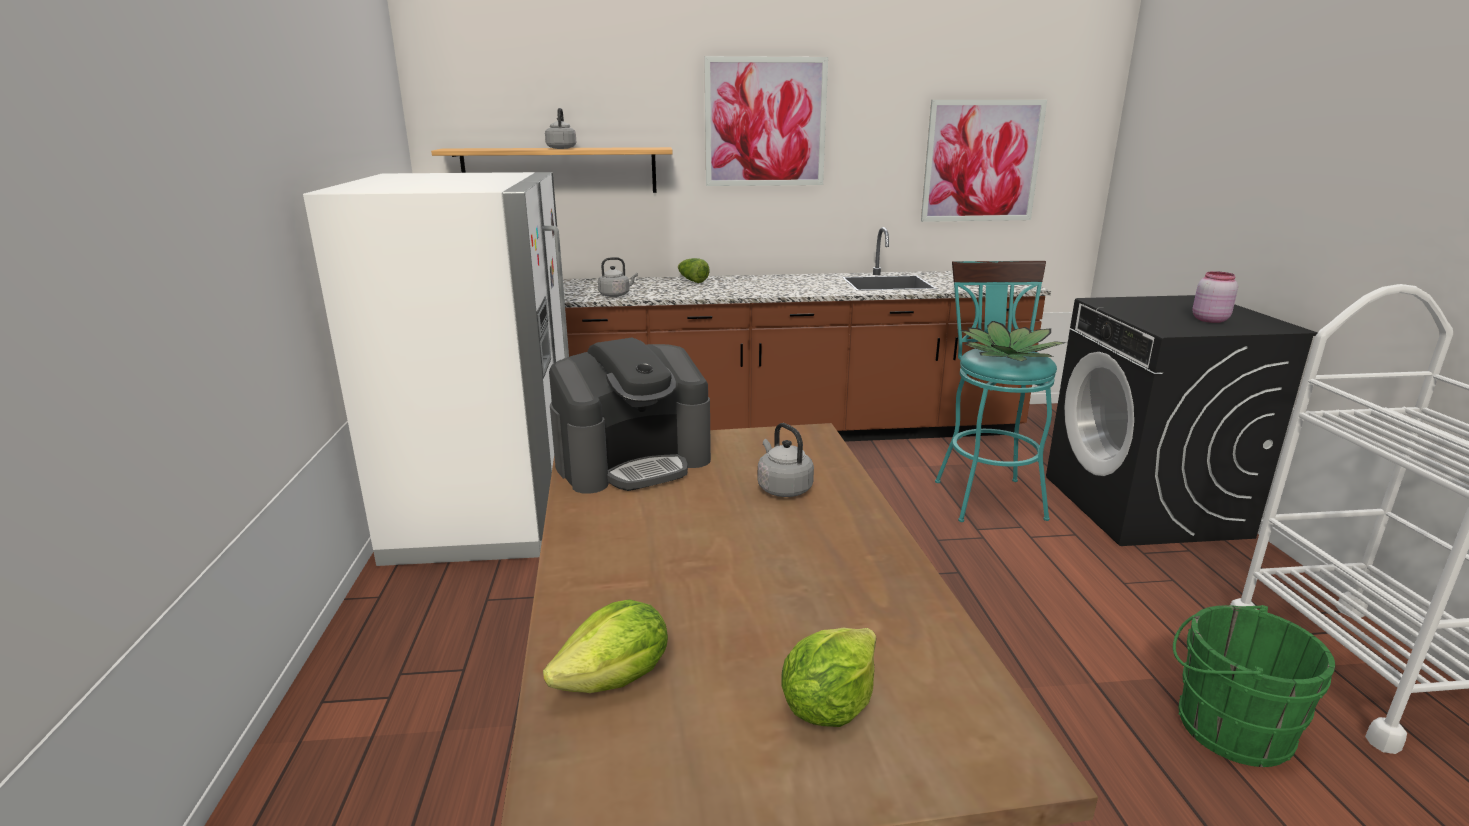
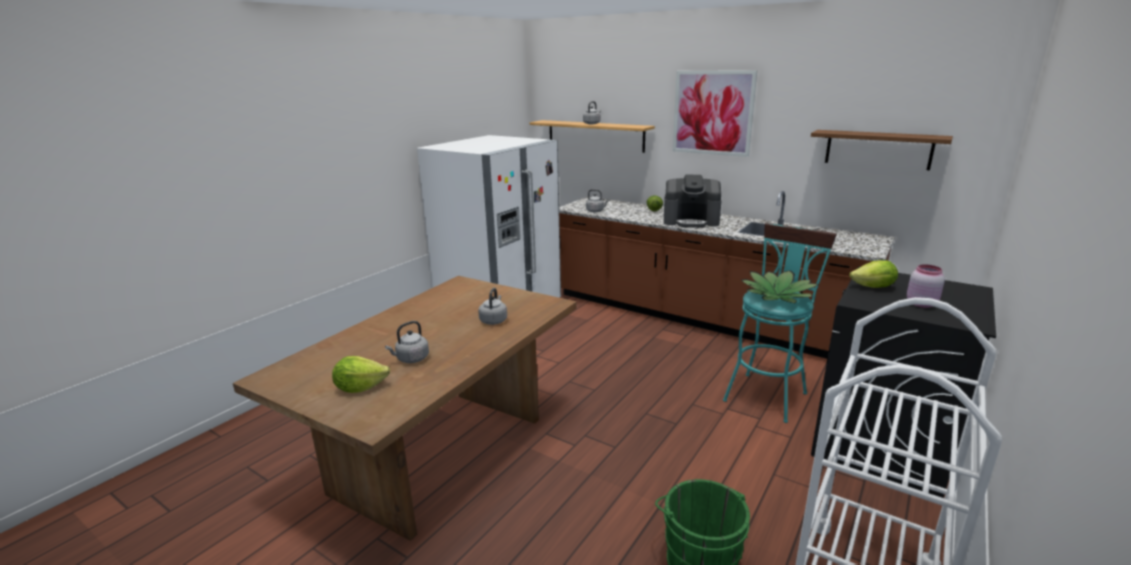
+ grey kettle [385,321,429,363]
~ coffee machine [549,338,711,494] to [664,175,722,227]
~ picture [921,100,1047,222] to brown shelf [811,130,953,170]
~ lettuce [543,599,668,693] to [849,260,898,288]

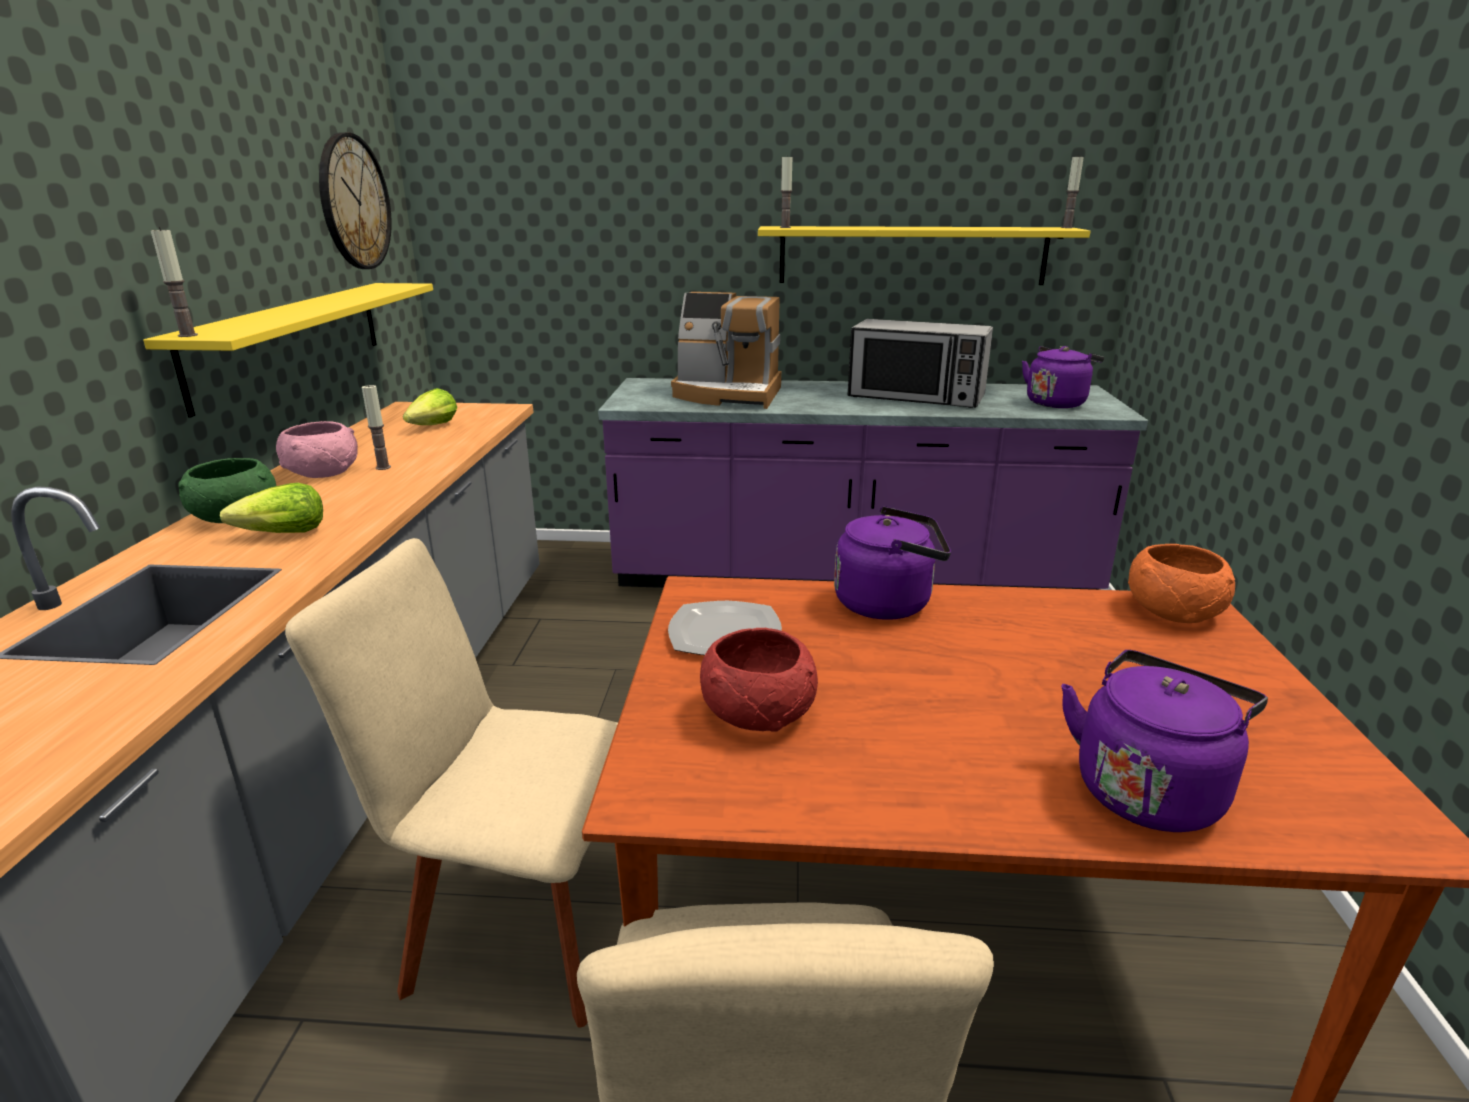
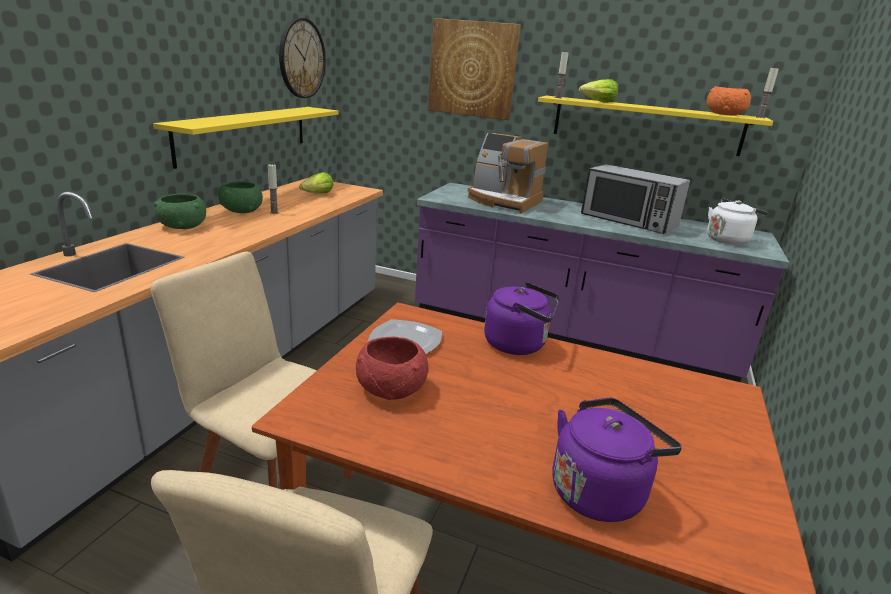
~ pink bowl [276,421,358,478] to green bowl [218,181,263,213]
+ picture [428,18,521,120]
~ lettuce [220,483,323,533] to [579,79,618,103]
~ orange bowl [1128,544,1235,623] to [706,86,751,116]
~ purple kettle [1022,346,1104,408] to white kettle [707,199,768,245]
- candle [151,227,198,337]

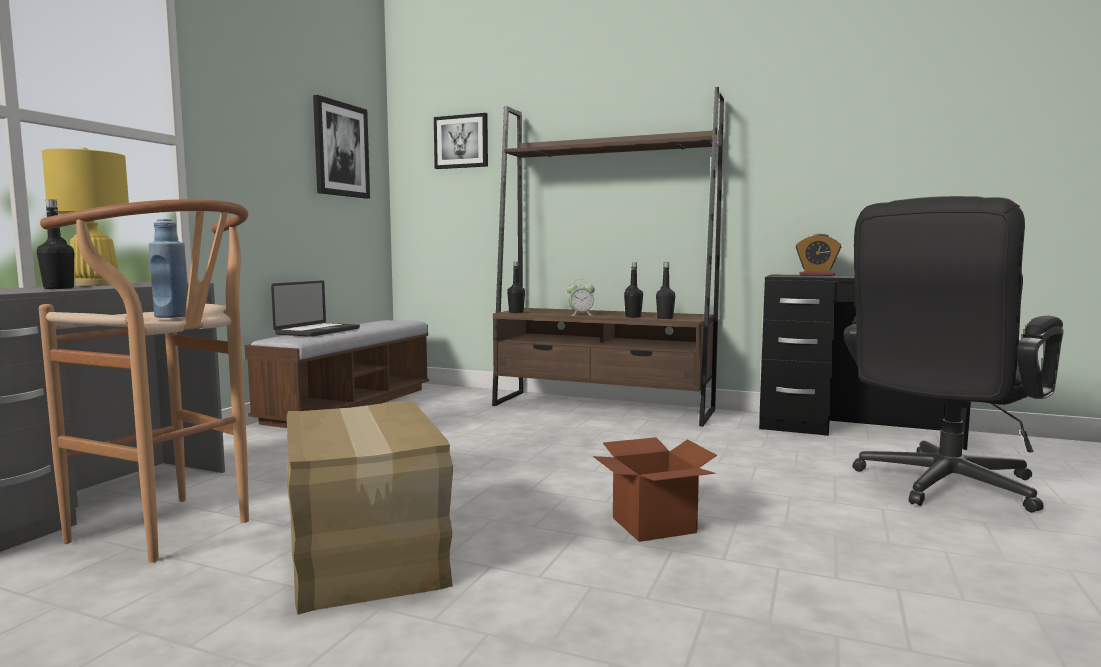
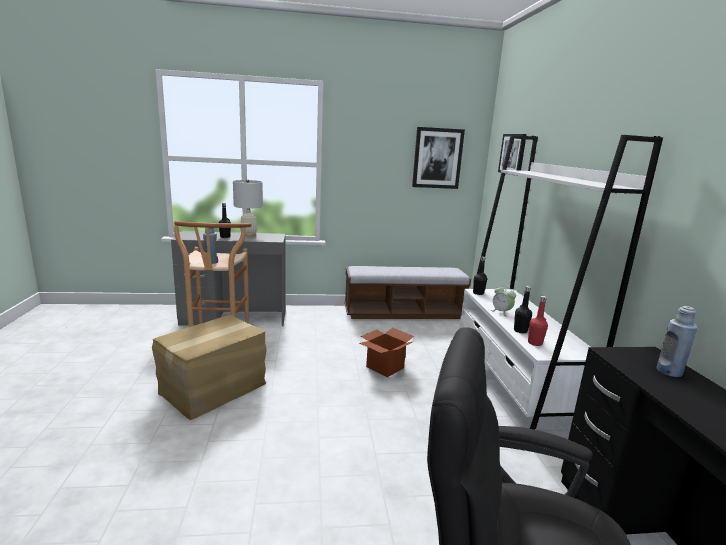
~ yellow table lamp [42,147,129,286] to white table lamp [233,179,263,237]
~ cardboard box [593,437,717,542] to [360,328,414,377]
~ brown bookcase [492,87,725,426] to white bookcase [460,135,663,430]
~ black bottle [656,262,675,319] to red bottle [528,296,548,346]
~ alarm clock [796,234,841,276] to blue bottle [657,306,697,377]
- laptop [271,280,360,337]

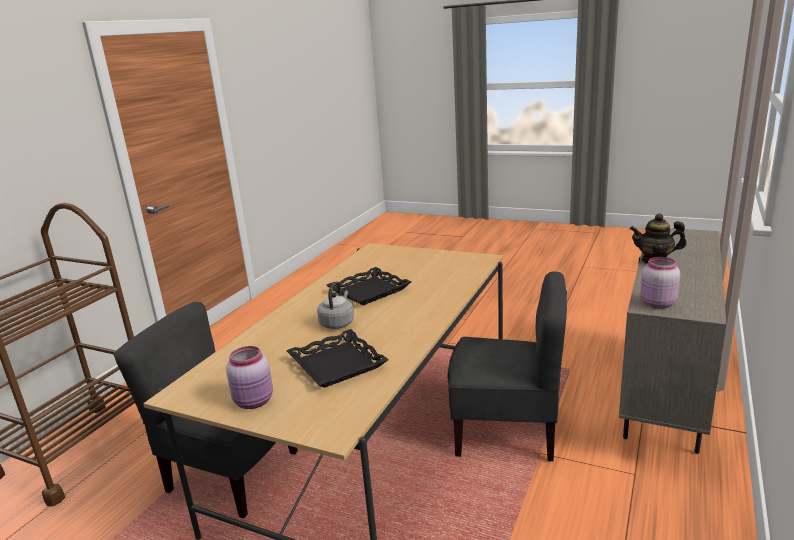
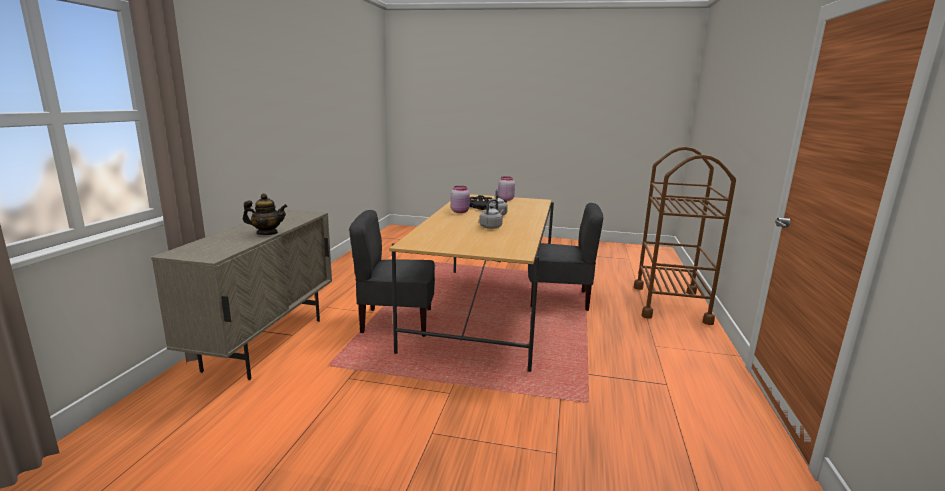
~ pink jar [640,257,680,309] to [451,186,470,213]
~ black tray [326,267,411,305] to grey kettle [479,199,504,229]

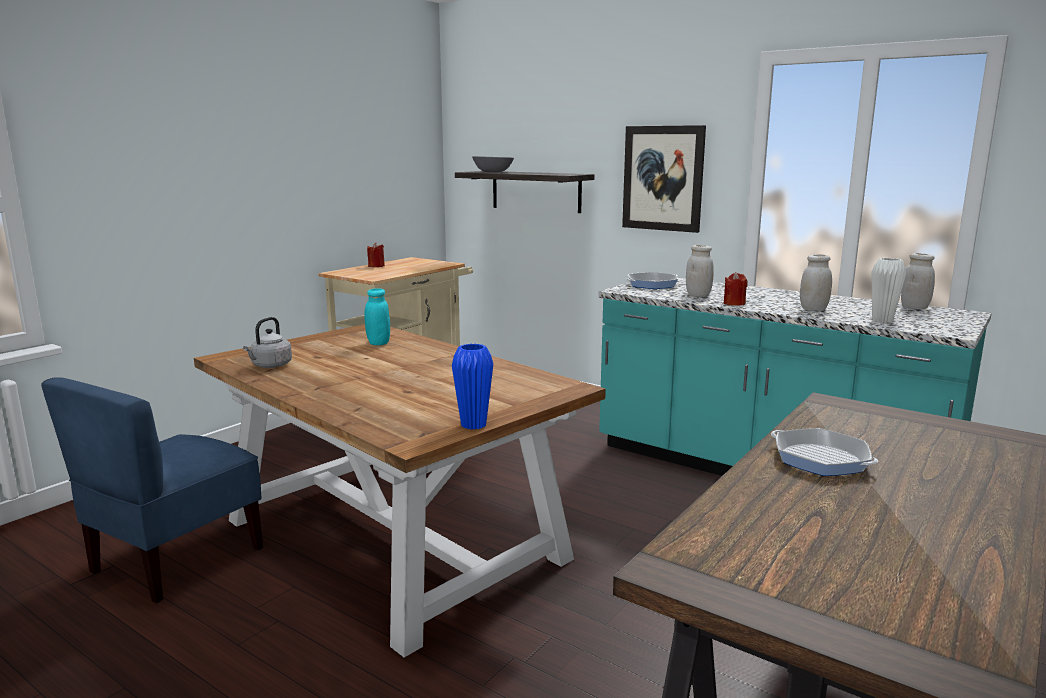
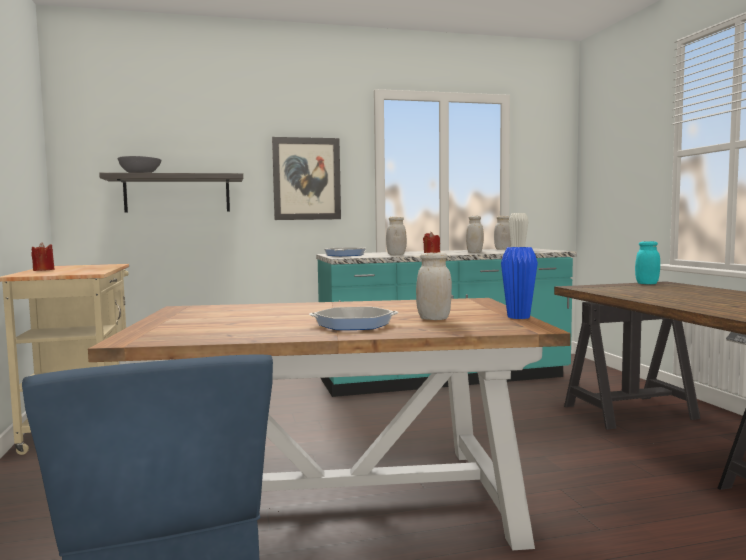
~ frying pan [771,428,879,476] to [309,307,398,330]
+ white jar [416,252,452,320]
~ turquoise jar [365,288,390,345] to [635,241,660,284]
- grey kettle [243,317,292,368]

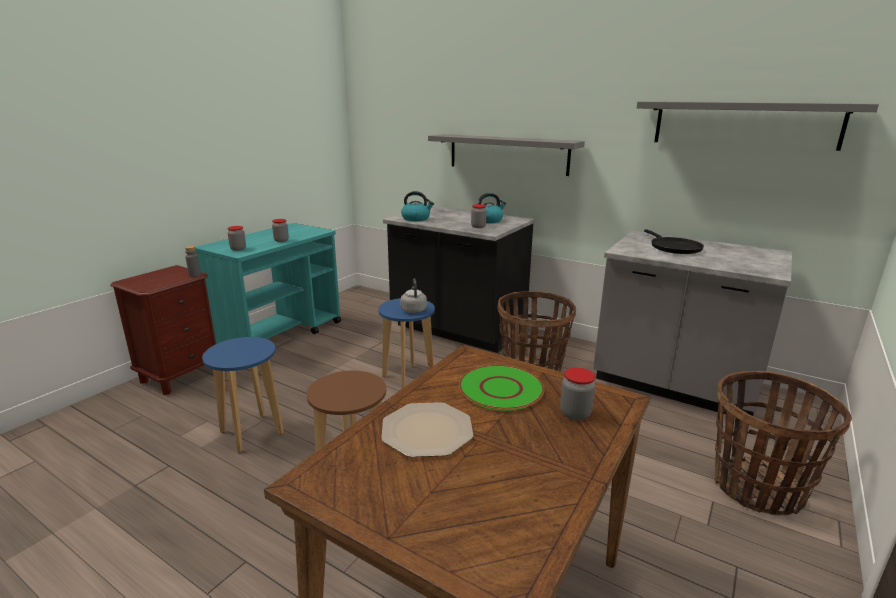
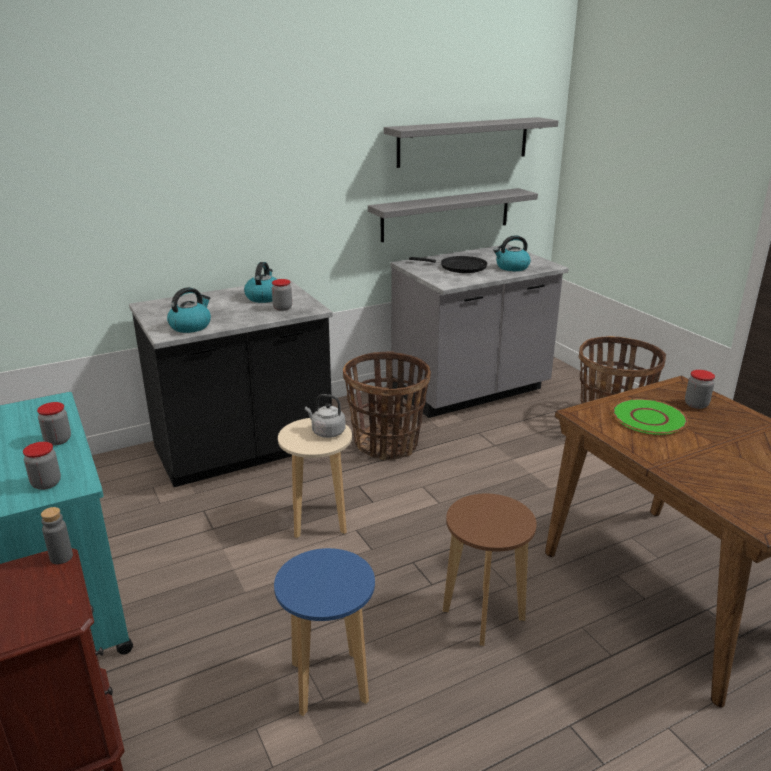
~ blue stool [378,298,435,389] to beige stool [278,418,352,538]
~ grey shelf [428,134,585,176] to [368,188,538,242]
+ kettle [493,235,531,271]
- plate [381,402,474,457]

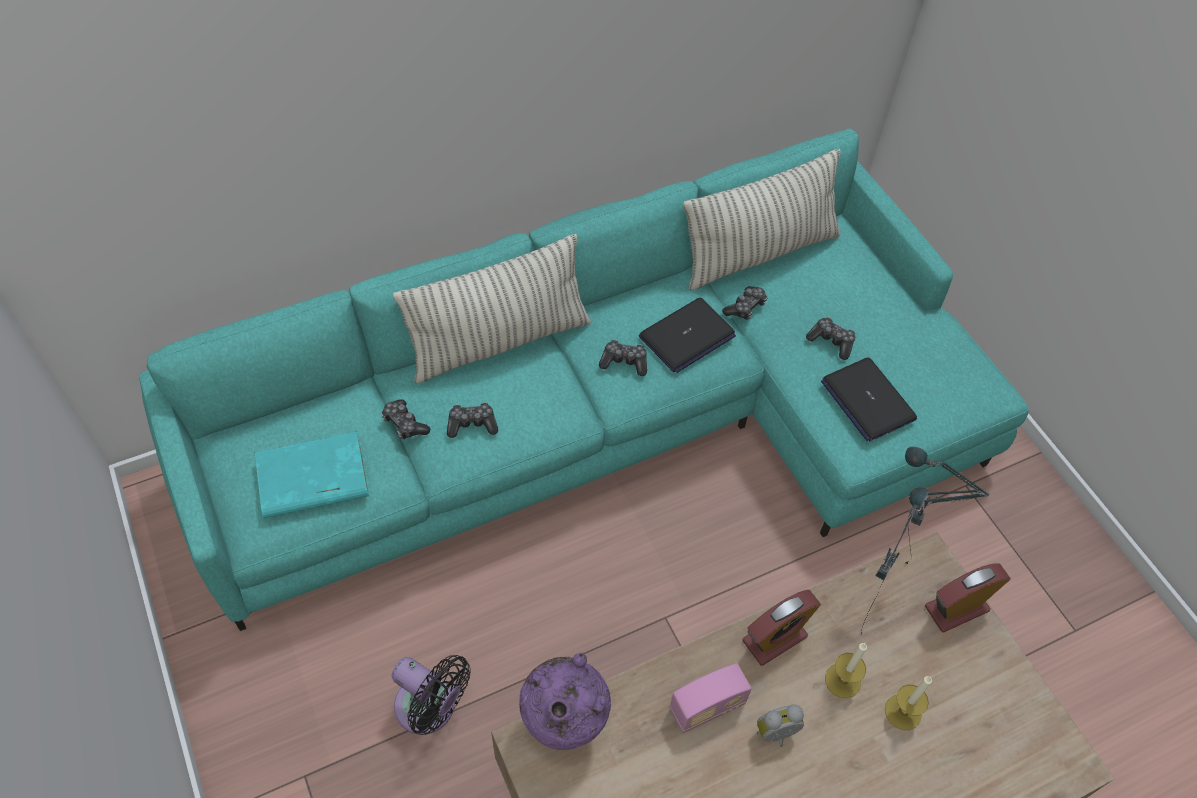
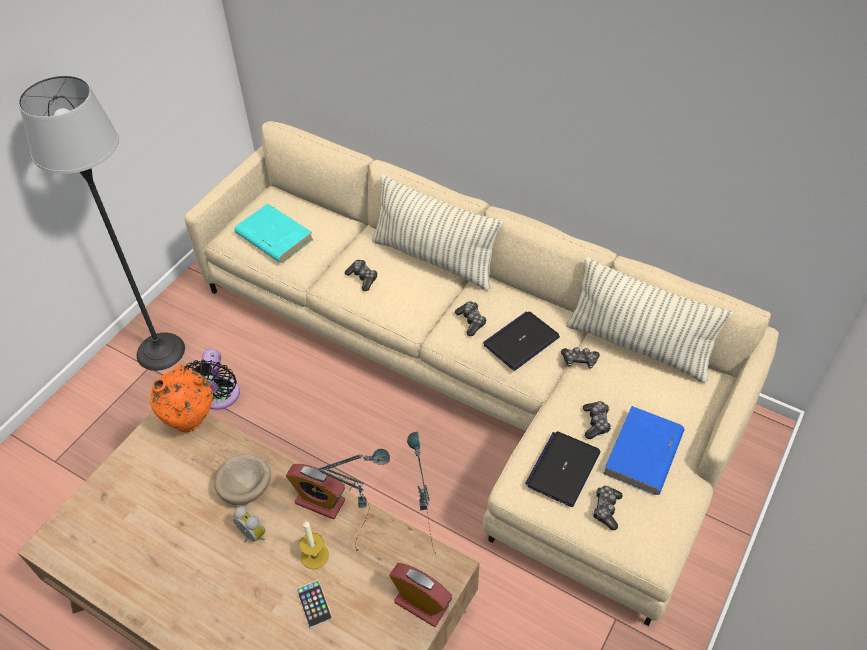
+ floor lamp [19,75,185,371]
~ purple vase [519,653,611,750] to orange vase [150,365,213,432]
~ turquoise sofa [139,129,1029,631] to beige sofa [185,121,779,626]
~ radio [669,663,752,733] to beige bowl [214,454,271,505]
~ candle [885,676,932,730] to phone [296,580,332,628]
~ laptop [639,298,736,373] = [483,311,560,371] 120 degrees clockwise
~ game controller [381,400,430,439] to [593,486,623,530]
+ blue book [603,406,684,495]

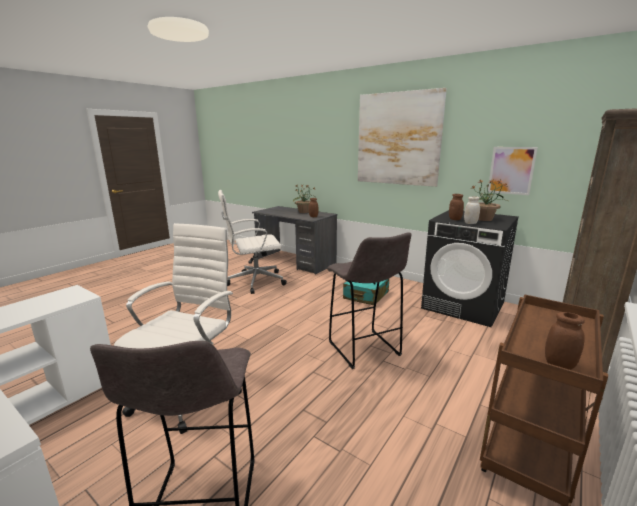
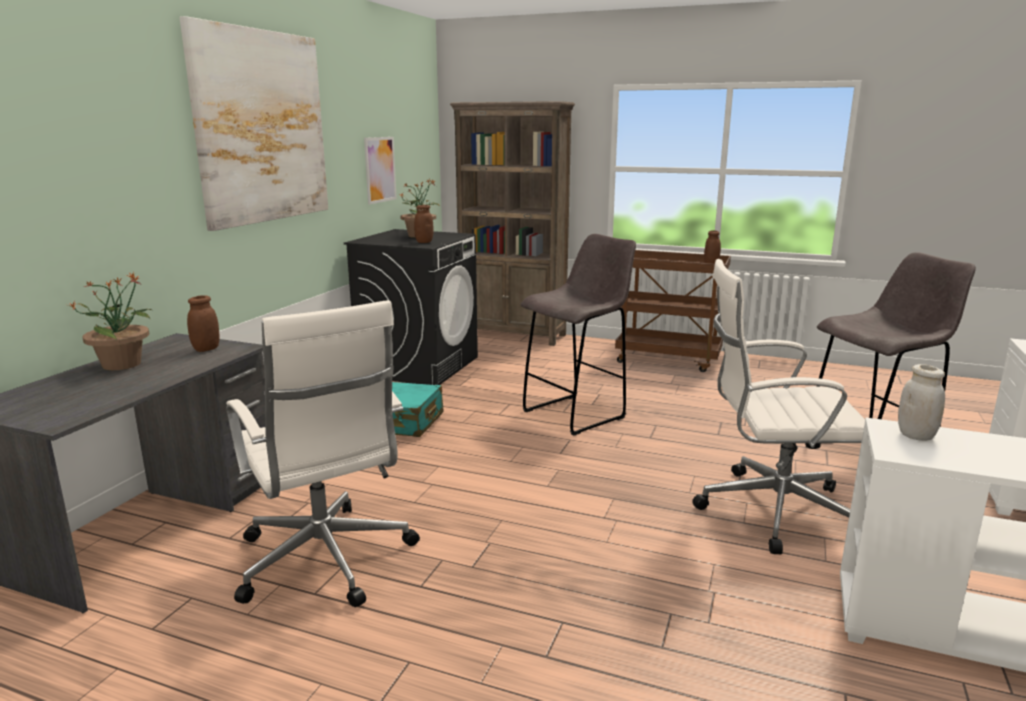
~ white jar [464,196,480,224] to [898,364,945,441]

